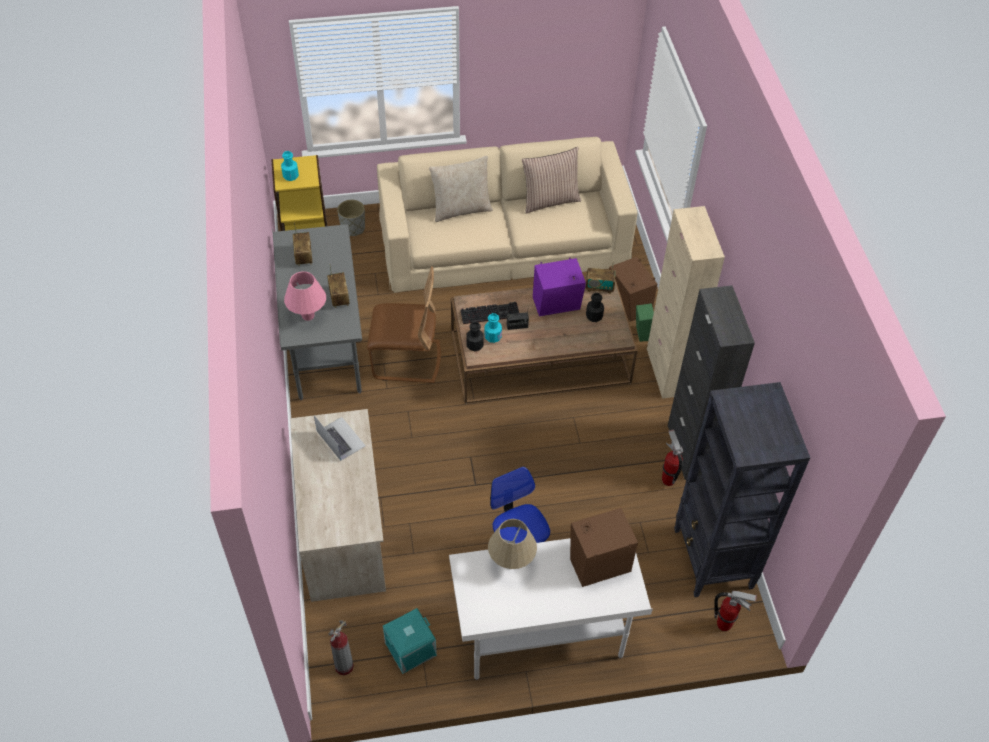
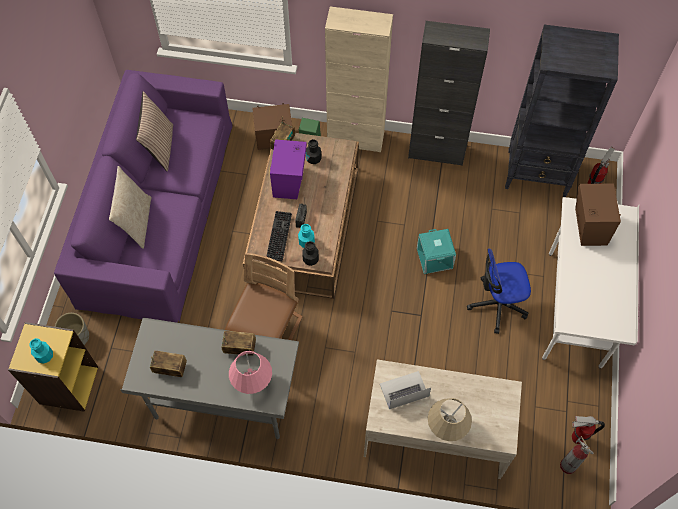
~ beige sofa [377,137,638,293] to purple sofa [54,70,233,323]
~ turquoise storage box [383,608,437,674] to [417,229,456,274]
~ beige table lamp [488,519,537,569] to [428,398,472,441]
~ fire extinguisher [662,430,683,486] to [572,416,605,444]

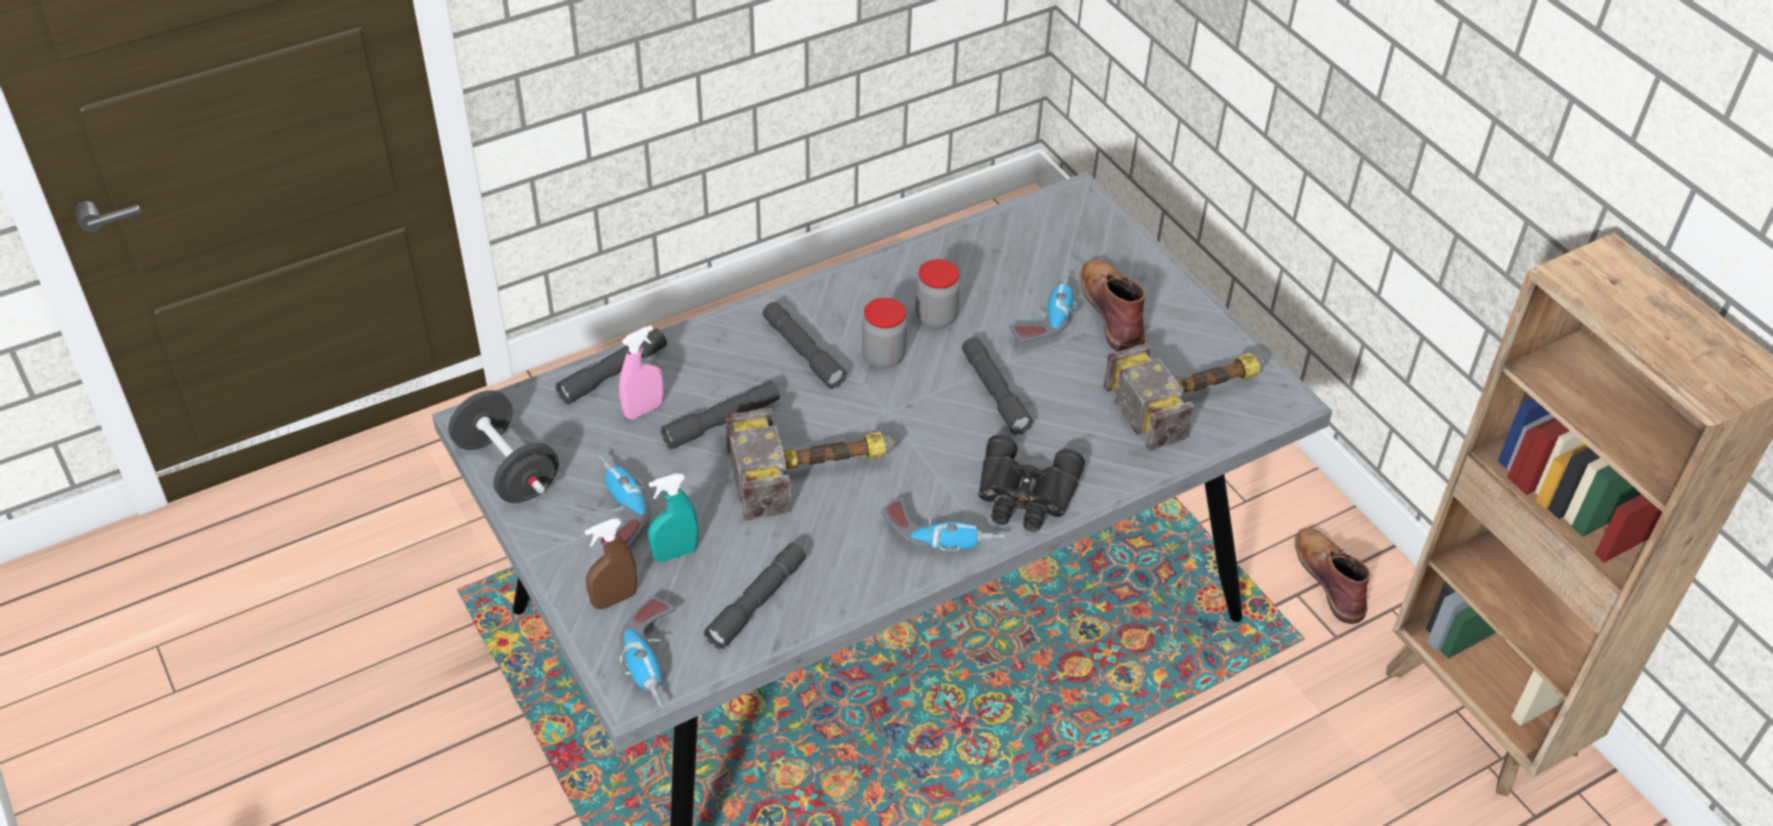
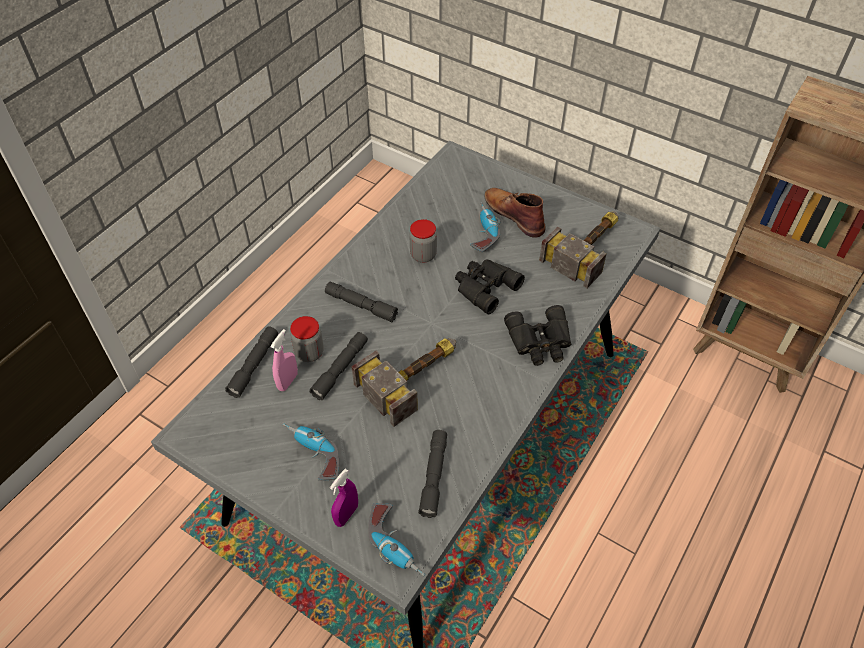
~ jar [862,298,907,368] to [290,316,324,362]
~ brown spray bottle [585,519,637,609] to purple spray bottle [330,469,358,527]
~ grey flashlight [962,337,1033,435] to black binoculars [455,260,525,314]
- black dumbbell [448,390,559,503]
- turquoise spray bottle [648,473,698,562]
- power drill [881,497,1004,553]
- brown boot [1295,528,1371,624]

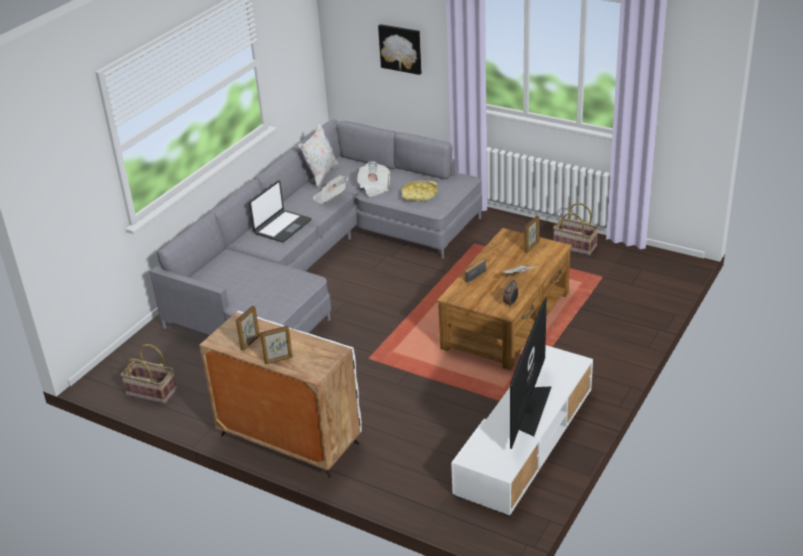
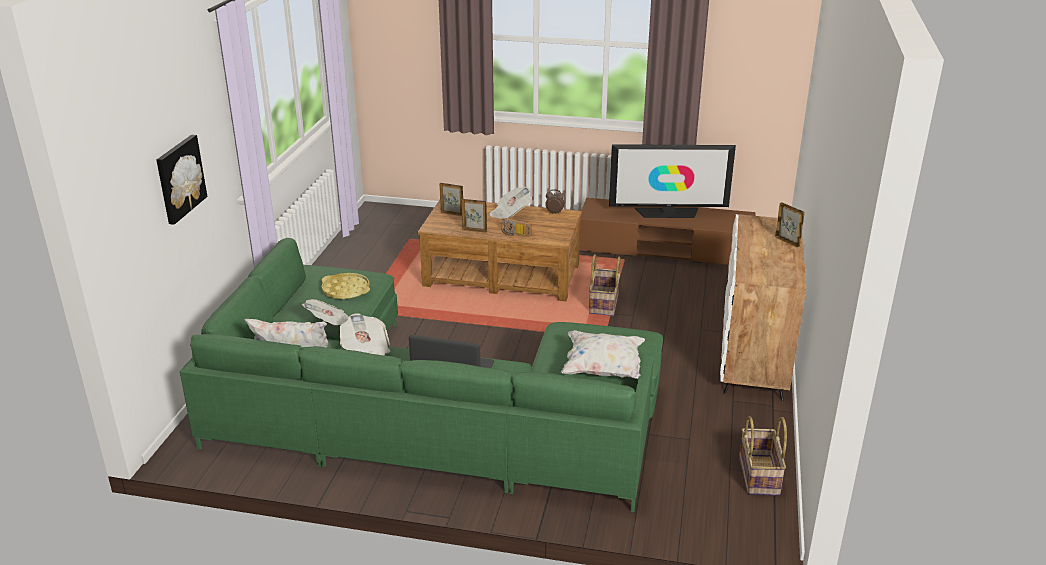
~ grey sofa [150,119,482,335] to green sofa [180,238,663,512]
~ picture frame [236,305,260,351] to [461,199,487,233]
+ white pillow [561,330,645,379]
~ white tv stand [451,345,593,517] to brown tv stand [579,198,755,265]
~ basket [553,203,599,256] to [589,254,621,316]

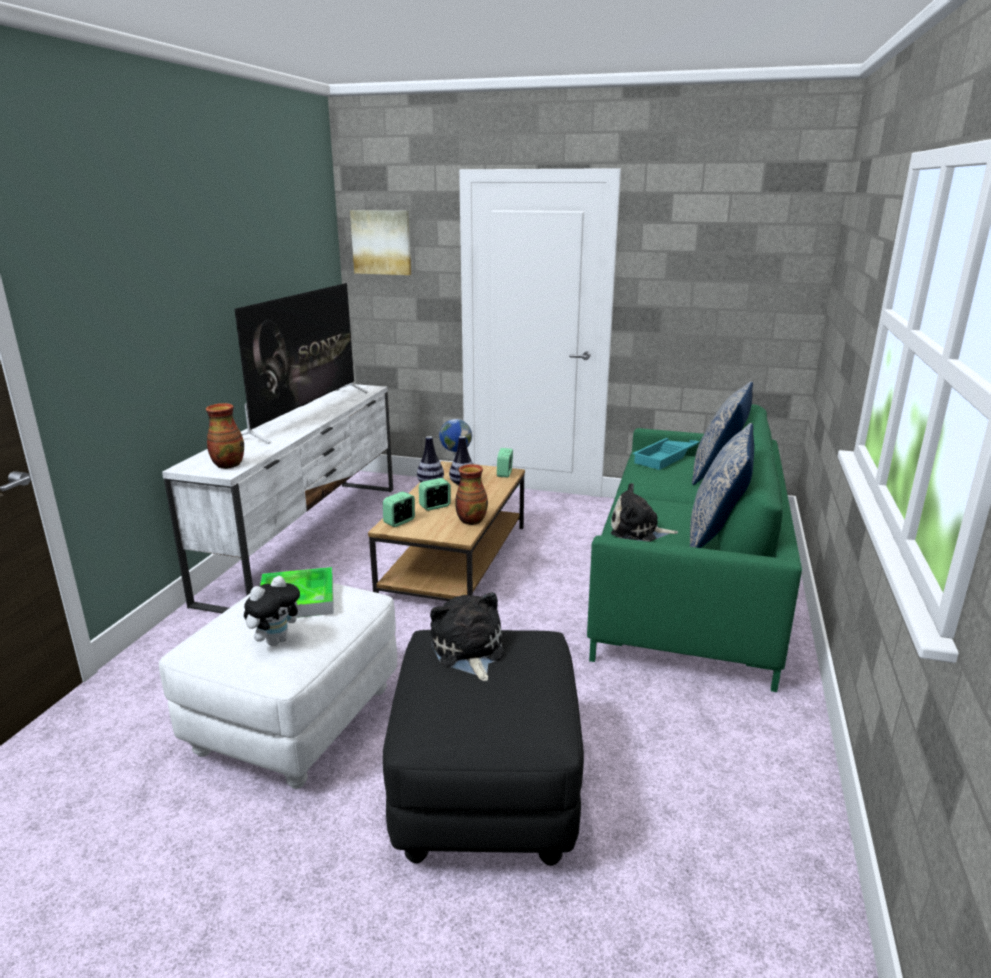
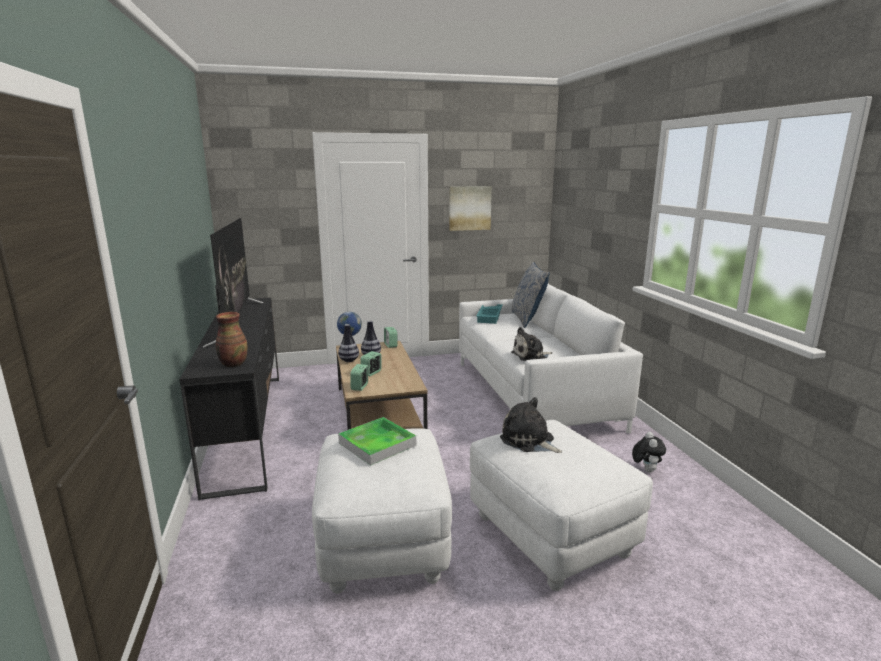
~ white tv stand [162,384,393,613] to black tv stand [179,298,279,501]
~ picture [350,210,411,275] to [449,186,492,231]
~ green sofa [587,404,802,692] to white sofa [459,284,643,434]
~ black ottoman [383,630,584,866] to white ottoman [470,420,653,591]
~ plush toy [244,576,302,646] to [632,432,666,473]
- vase [455,464,488,525]
- pillow [690,423,754,548]

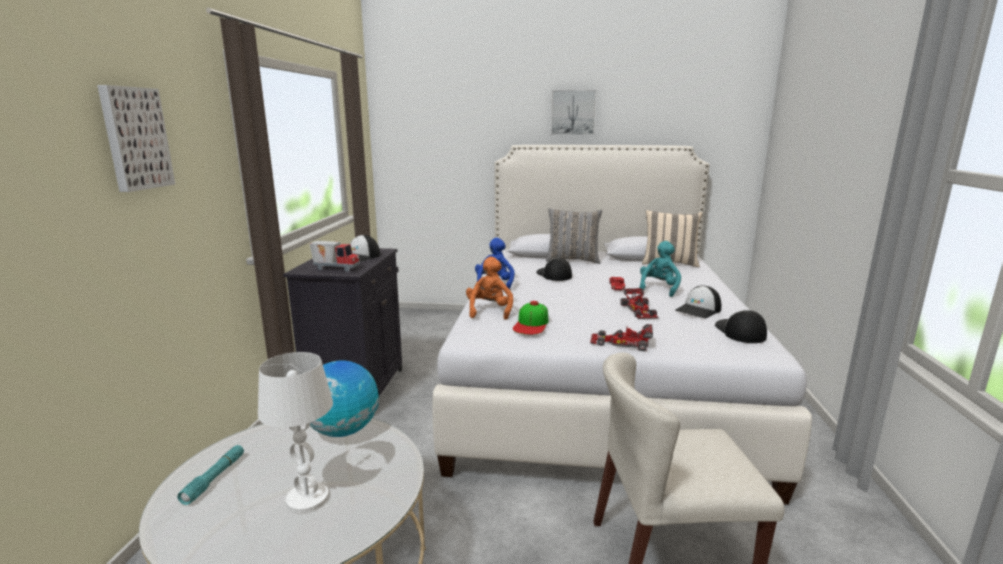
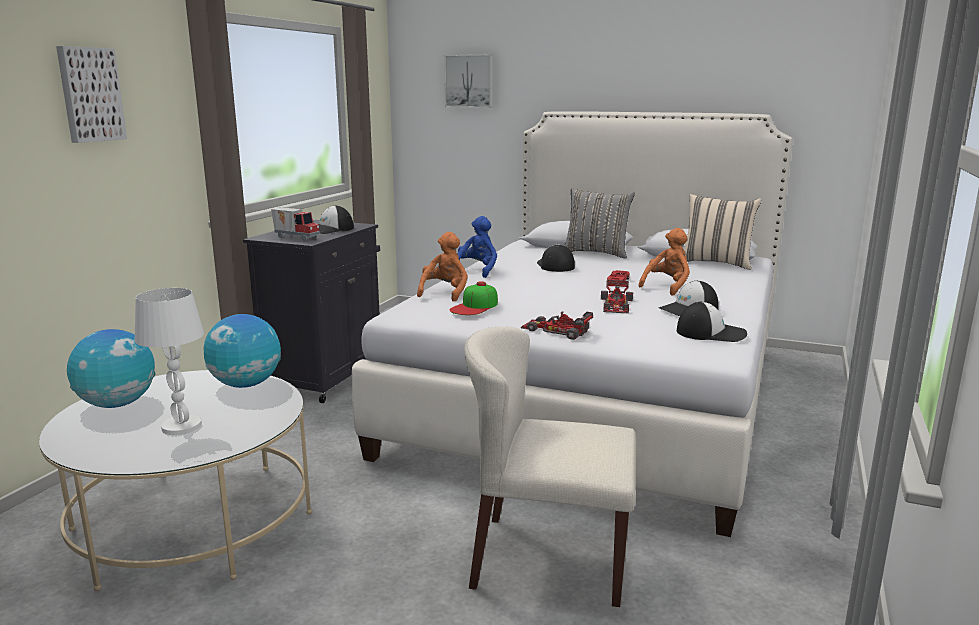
~ turquoise flashlight [177,445,244,505] to globe [67,329,156,408]
~ picture [551,90,596,136] to [444,55,493,108]
~ turquoise plush toy [639,241,681,297] to orange plush toy [638,228,690,296]
~ cap [715,310,767,343] = [677,302,747,342] 90 degrees clockwise

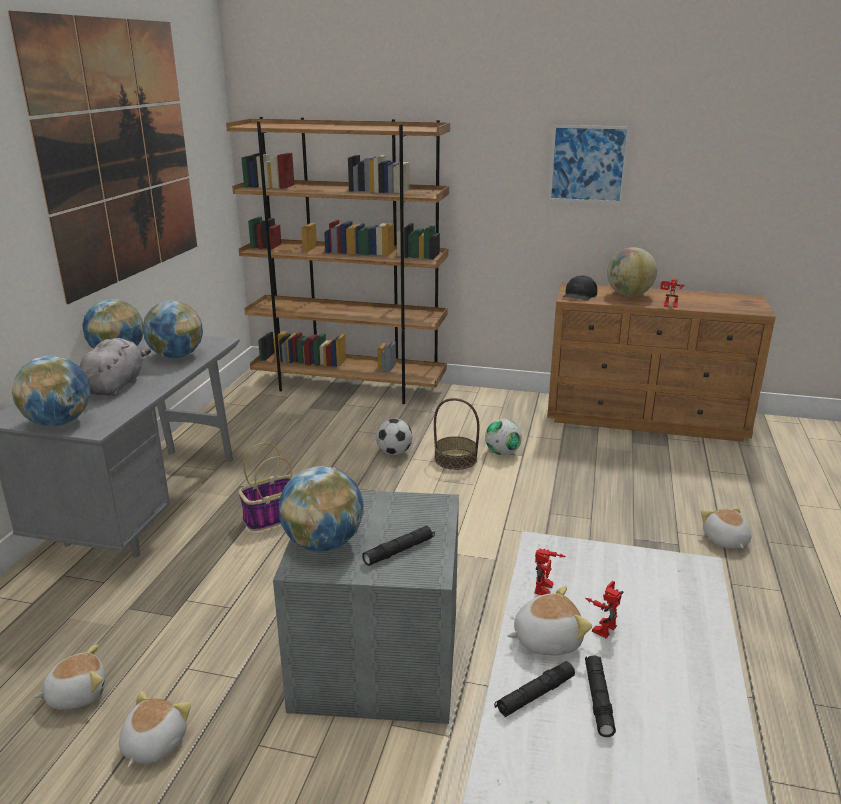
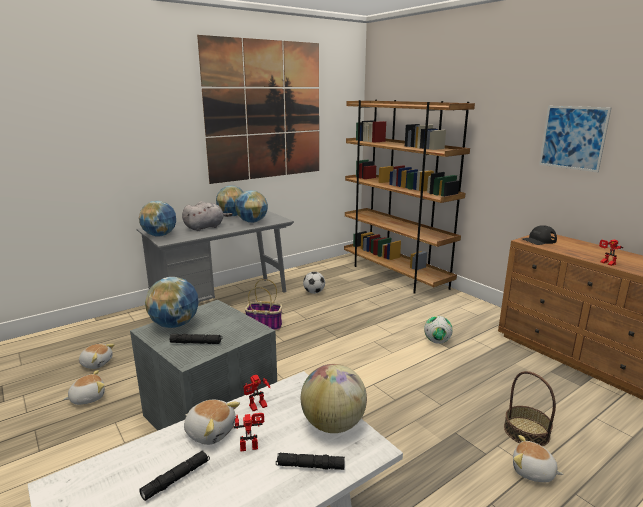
~ black flashlight [494,661,575,717] to [276,453,345,470]
~ globe [607,247,657,296] to [301,364,367,433]
~ football [376,418,413,455] to [303,272,325,294]
~ basket [434,398,480,470] to [504,371,556,446]
~ plush toy [701,506,751,549] = [513,435,564,482] 90 degrees counterclockwise

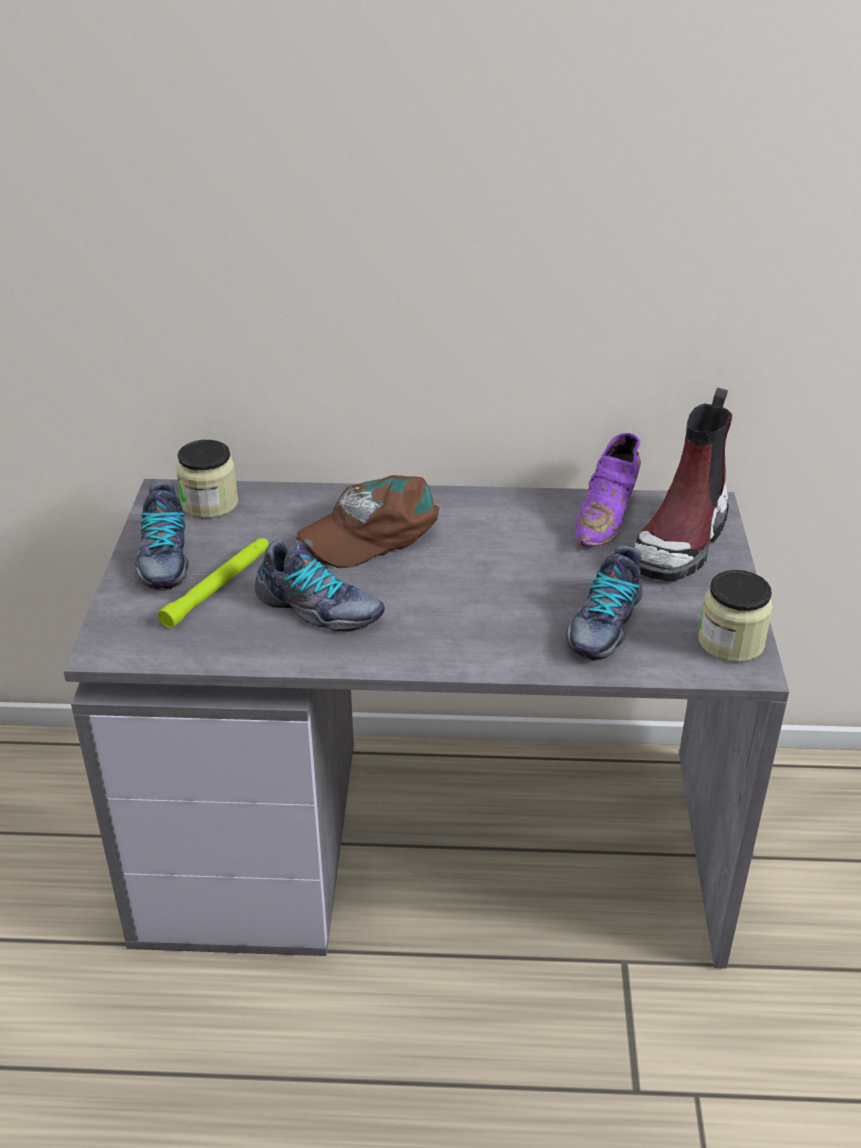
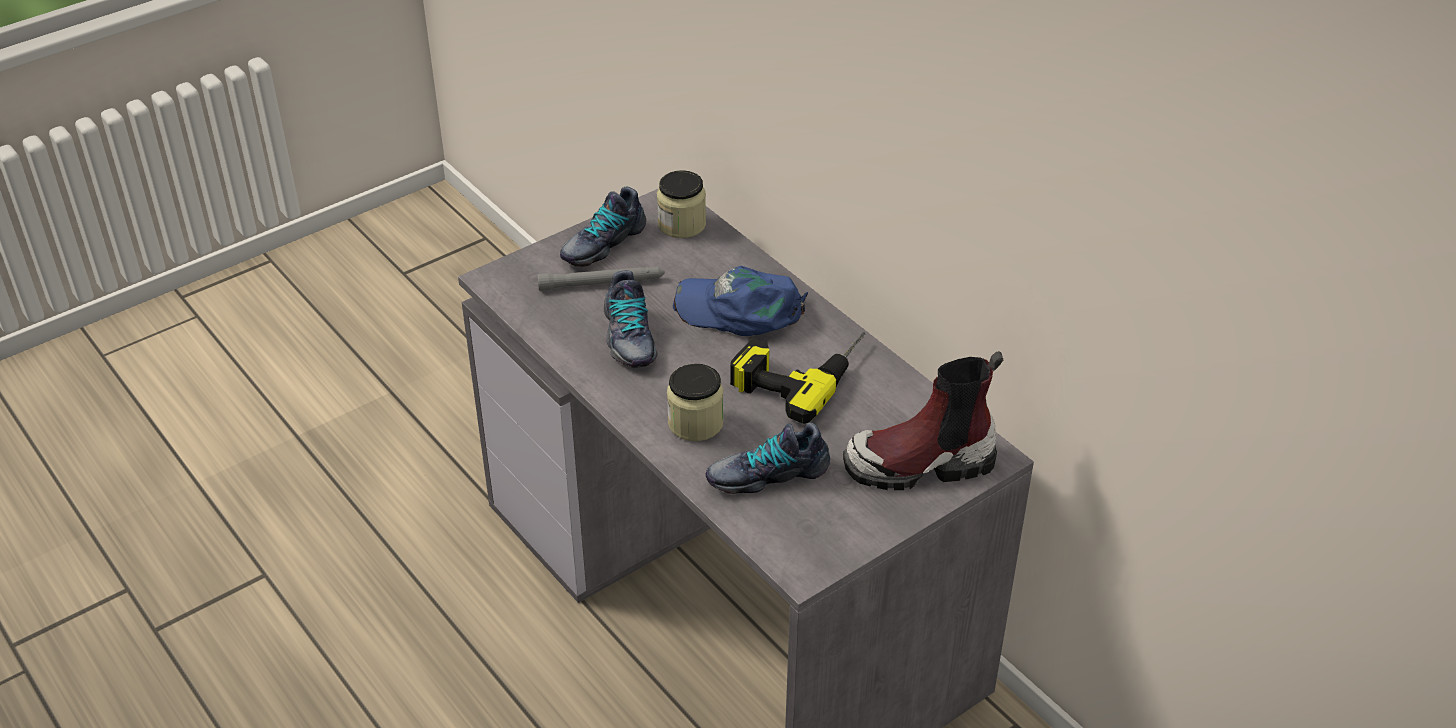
~ green flashlight [158,538,269,628] to grey flashlight [538,267,665,291]
~ jar [698,570,773,663] to [667,364,724,441]
~ brown cap [296,475,439,568] to blue cap [673,266,808,336]
+ power drill [730,332,866,424]
- purple shoe [574,433,641,547]

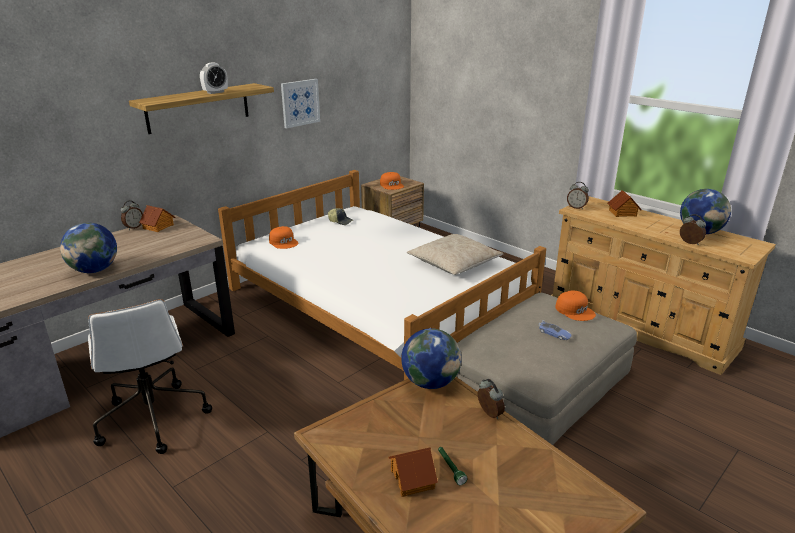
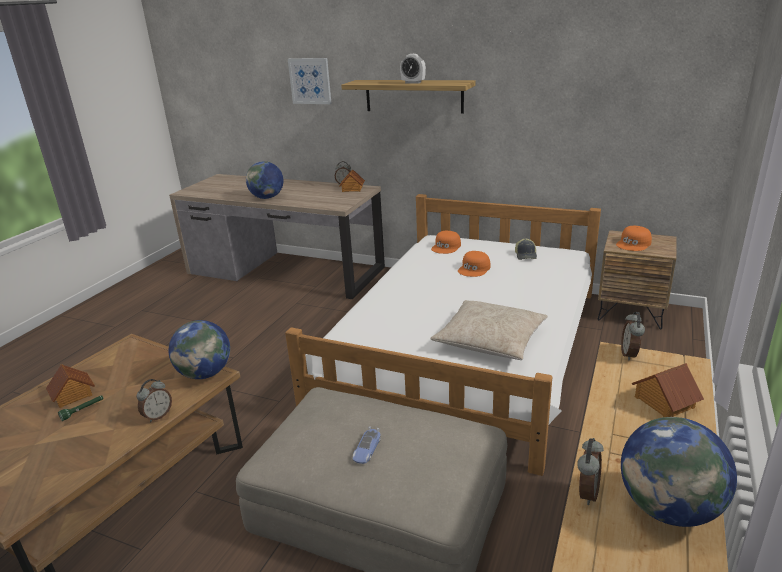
~ picture [281,79,320,128] to [288,58,332,104]
~ orange cap [555,290,596,321] to [458,251,490,277]
- white office chair [88,299,212,454]

